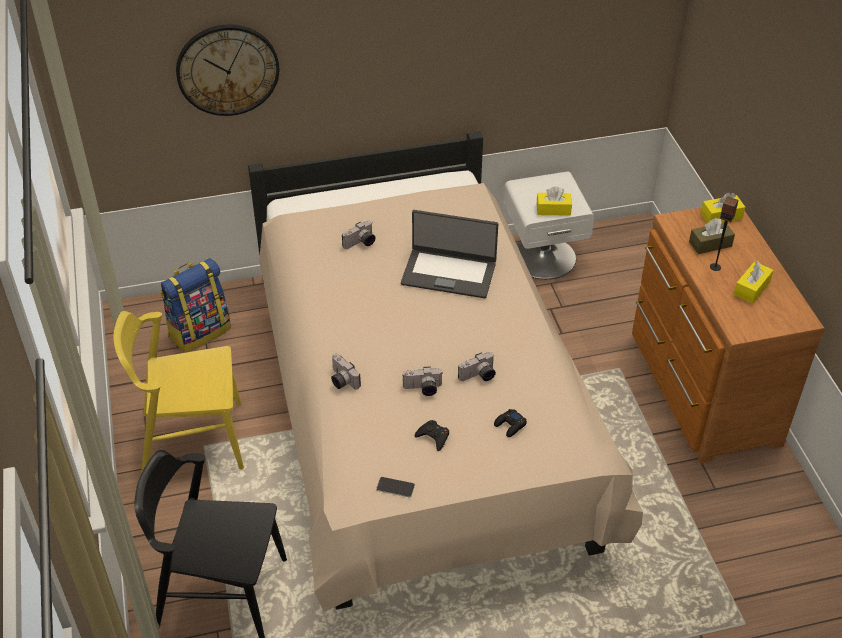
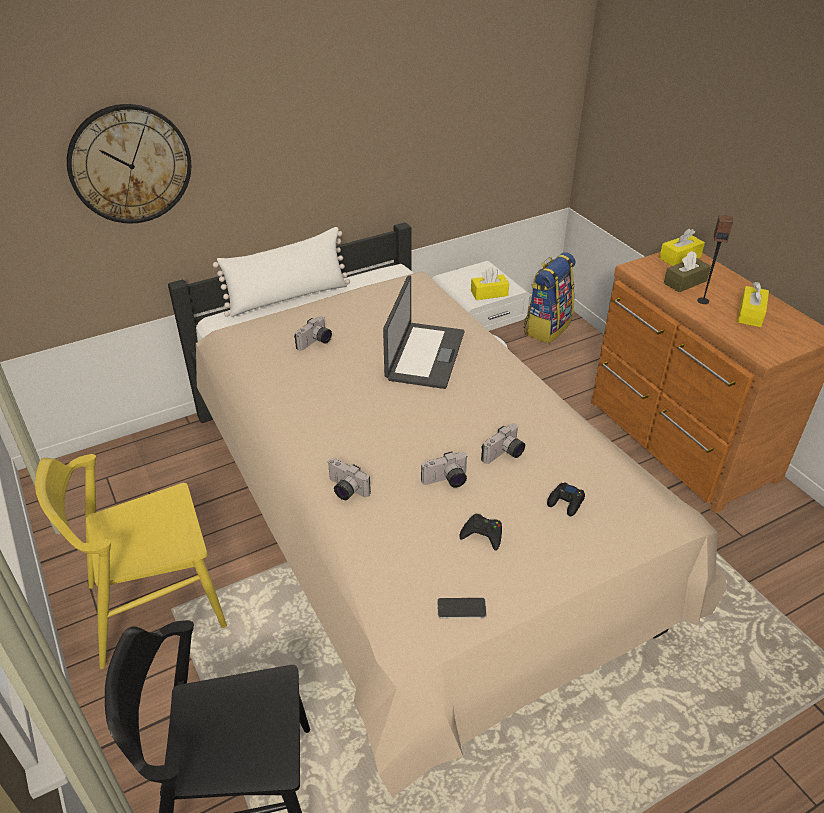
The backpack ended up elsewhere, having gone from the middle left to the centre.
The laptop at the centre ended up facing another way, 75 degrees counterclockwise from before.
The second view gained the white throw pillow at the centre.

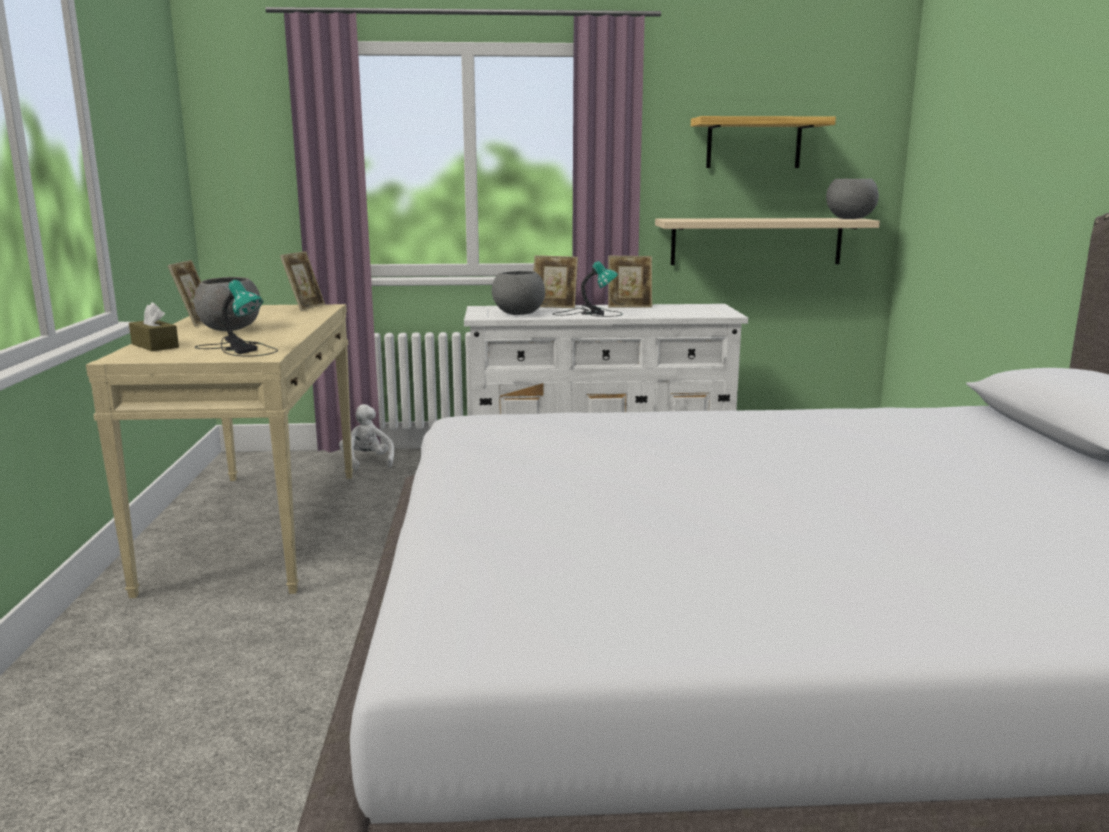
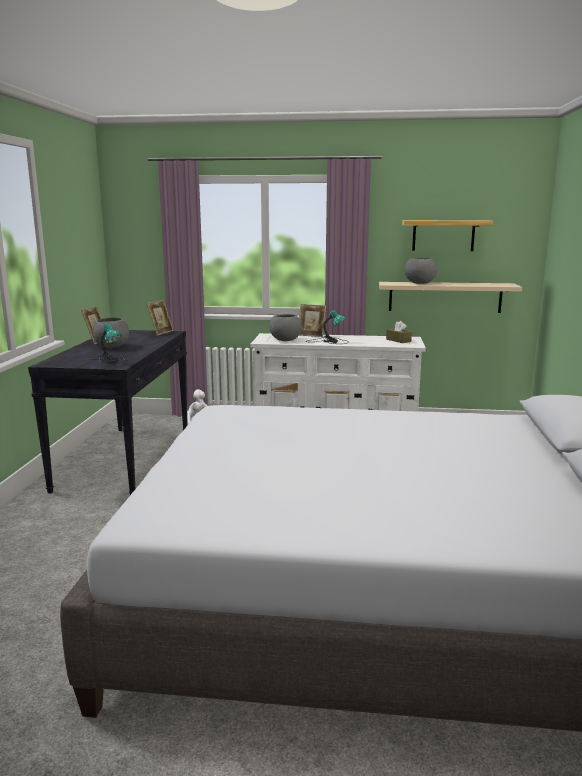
What was the beige-coloured console table at the middle left turned into the black-coloured console table at the middle left.
The brown tissue box ended up elsewhere, having gone from the middle left to the middle right.
The second view lost the standing frame (4th from left) at the centre.
The gray bowl (3rd from left) ended up elsewhere, having gone from the top right to the middle right.

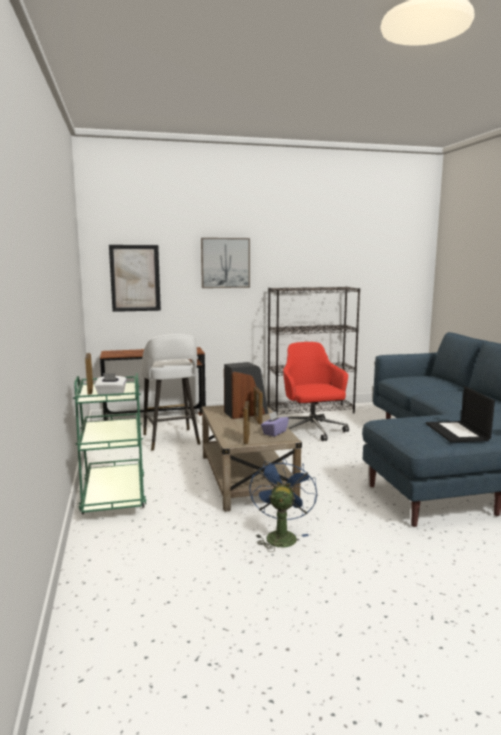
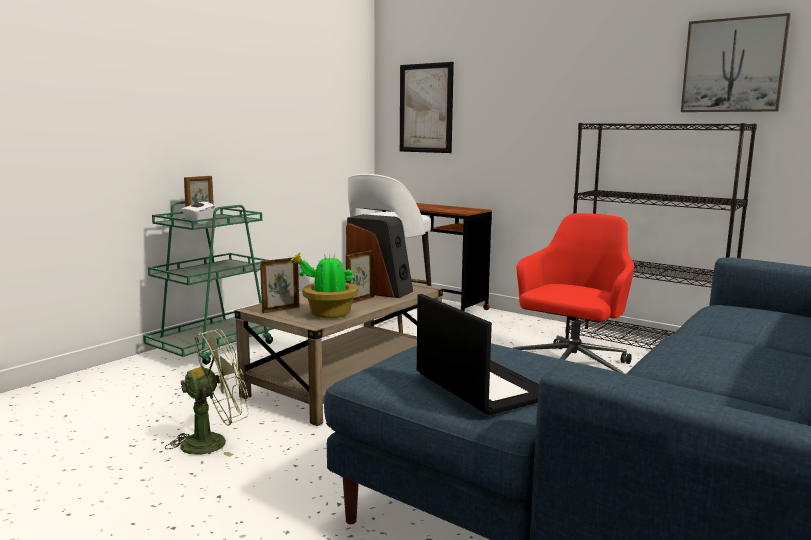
The picture (2nd from left) ended up elsewhere, having gone from the centre to the top right.
What was the blue electric fan at the bottom centre turned into the green electric fan at the bottom left.
Where the purplish tissue box stood at the centre, the houseplant came to stand at the centre.
The laptop at the middle right ended up facing another way, 105 degrees clockwise from before.

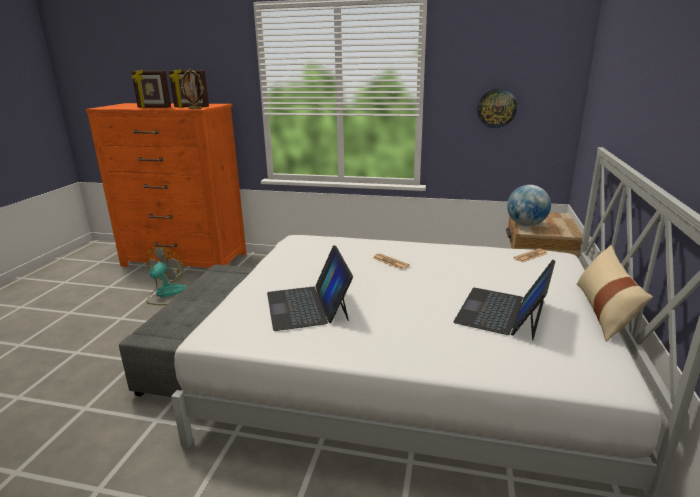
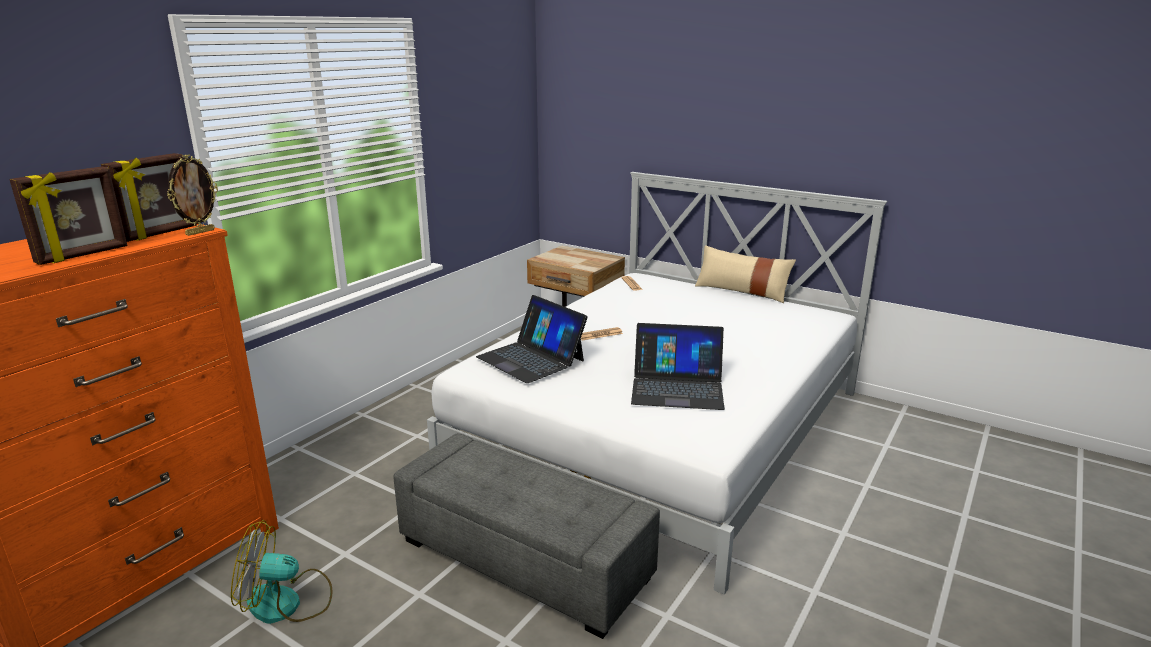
The electric fan at the middle left ended up facing another way, 45 degrees counterclockwise from before.
The laptop (2nd from left in the first image) ended up elsewhere, having gone from the middle right to the centre.
The second view lost the hanging clock at the top right.
The second view lost the globe at the middle right.

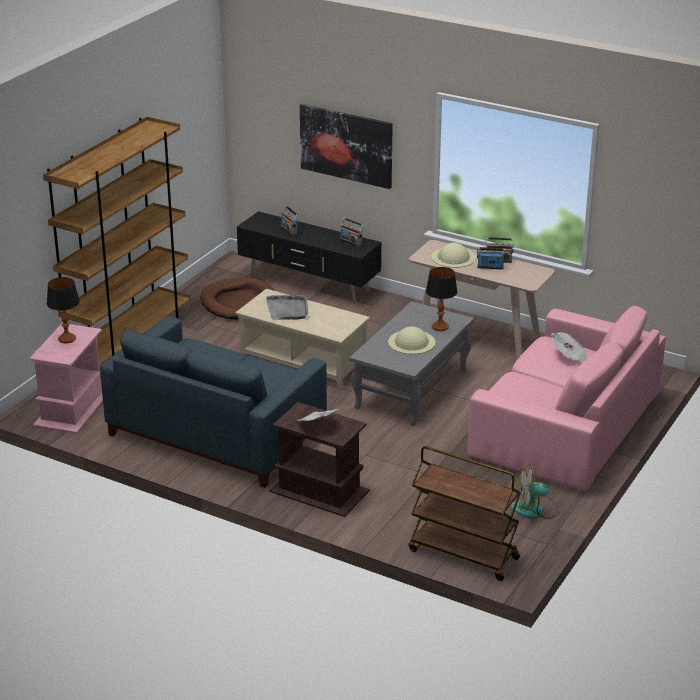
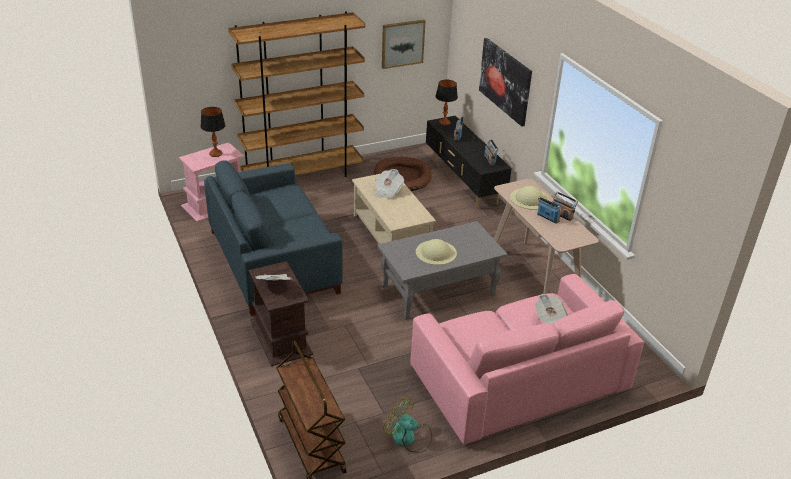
Where the gray serving tray stood at the centre, the daily paper (2nd from left) came to stand at the centre.
The lamp for a table (2nd from left) ended up elsewhere, having gone from the centre to the top centre.
The second view gained the picture (1st from left) at the top centre.

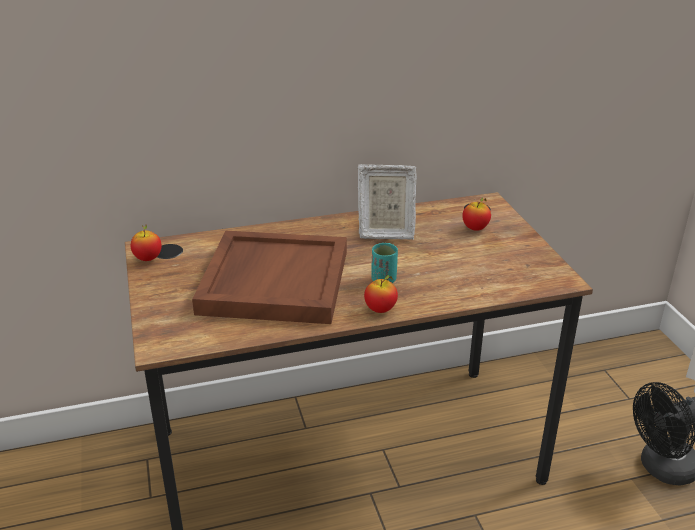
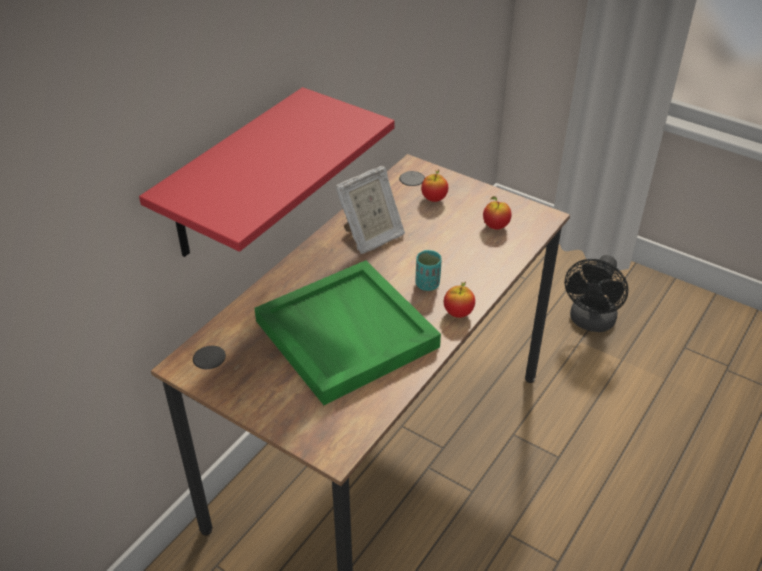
The apple (1st from left in the first image) ended up elsewhere, having gone from the middle left to the centre.
What was the brown serving tray at the centre turned into the green serving tray at the centre.
The second view gained the red wall shelf at the top centre.

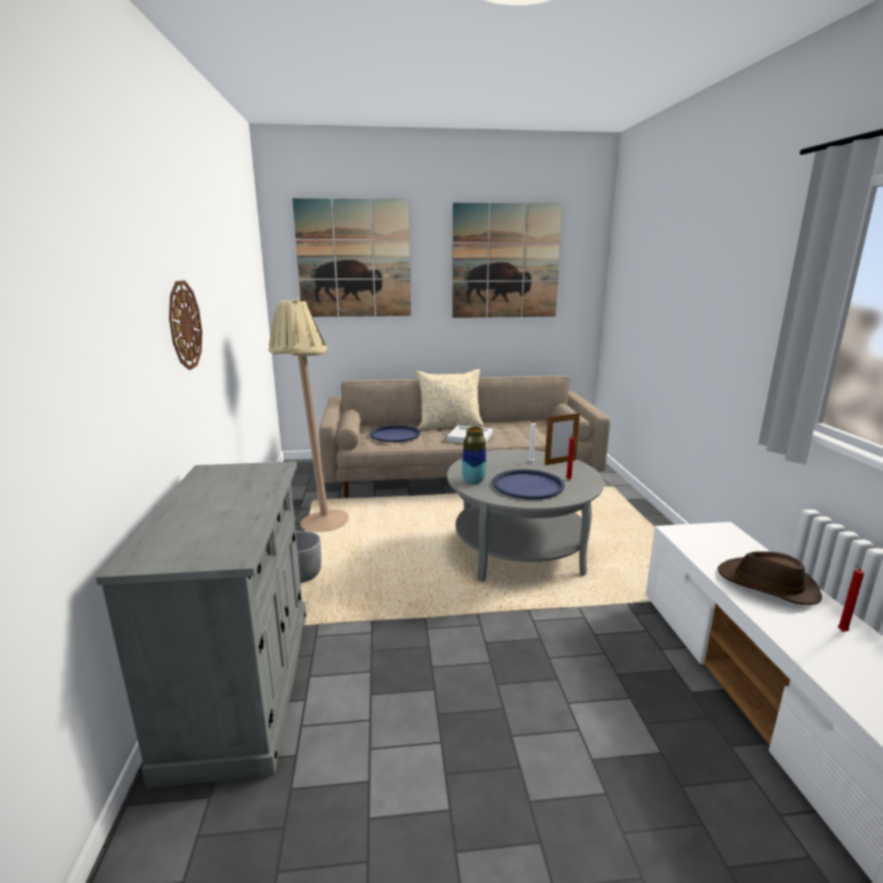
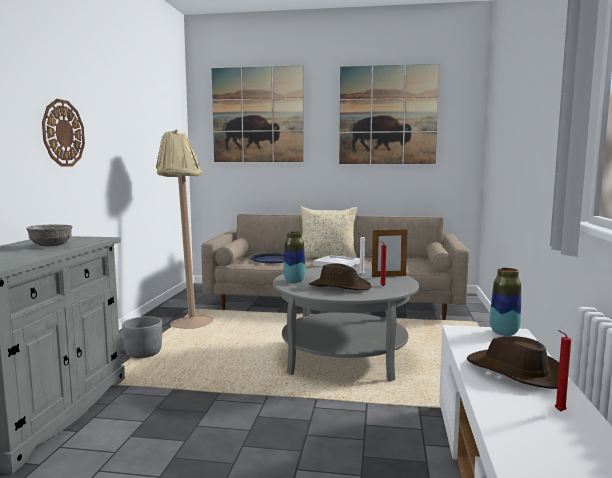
Where the blue serving tray (2nd from left) stood at the centre, the brown hat (1st from left) came to stand at the centre.
The second view gained the gray bowl at the middle left.
The second view gained the flower vase (2nd from left) at the middle right.

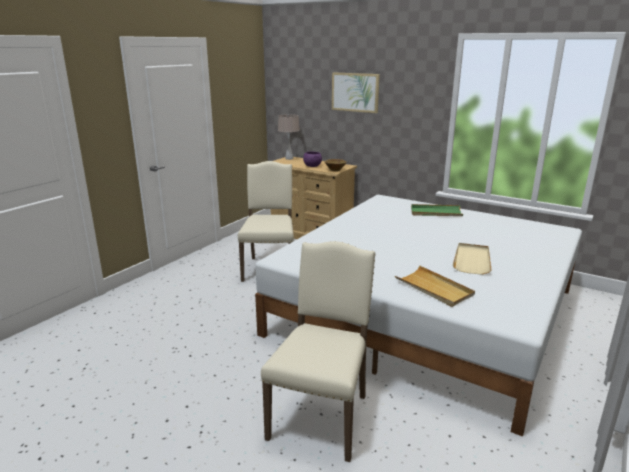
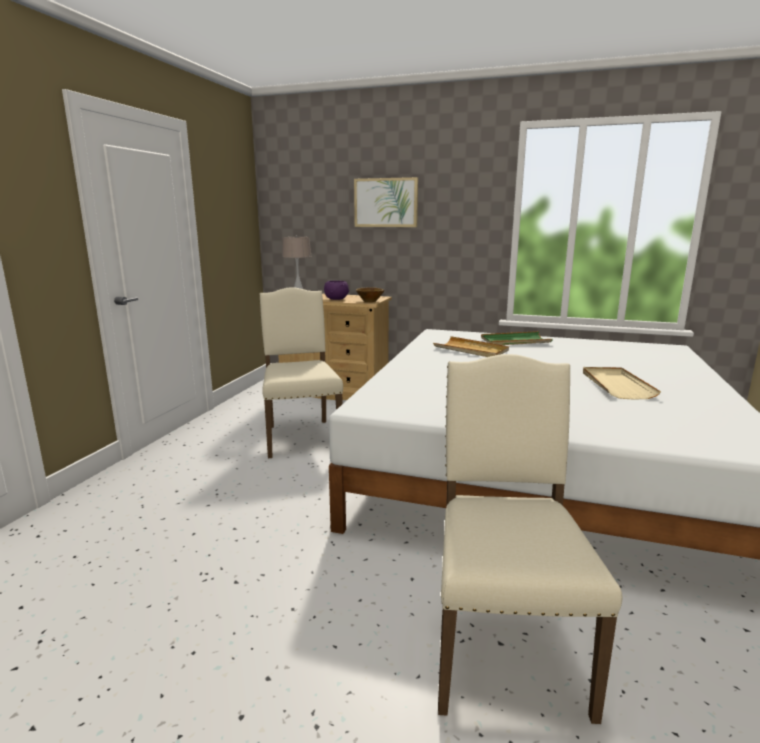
The beige-coloured serving tray (1st from left) ended up elsewhere, having gone from the middle right to the centre.

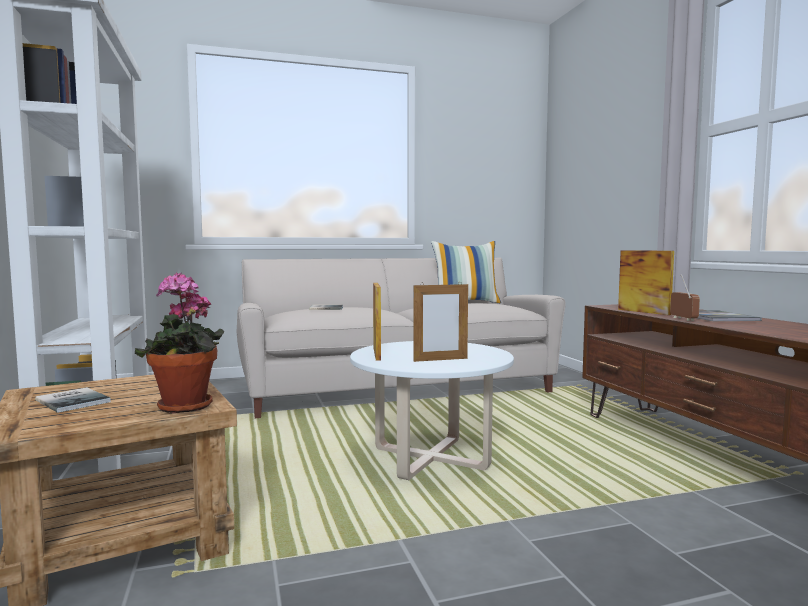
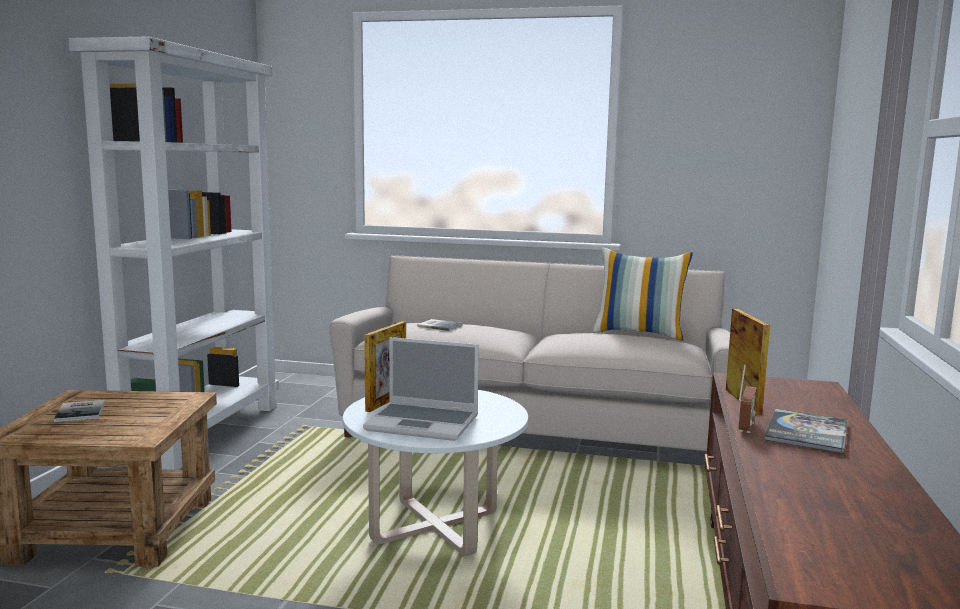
The second view lost the houseplant at the middle left.
Where the standing frame (2nd from left) stood at the centre, the laptop came to stand at the centre.

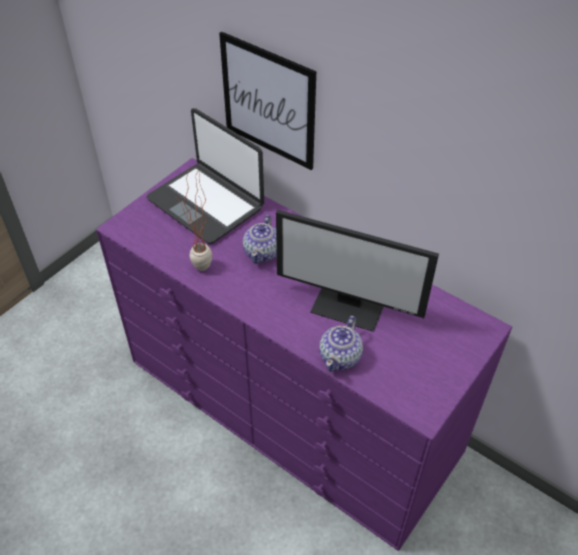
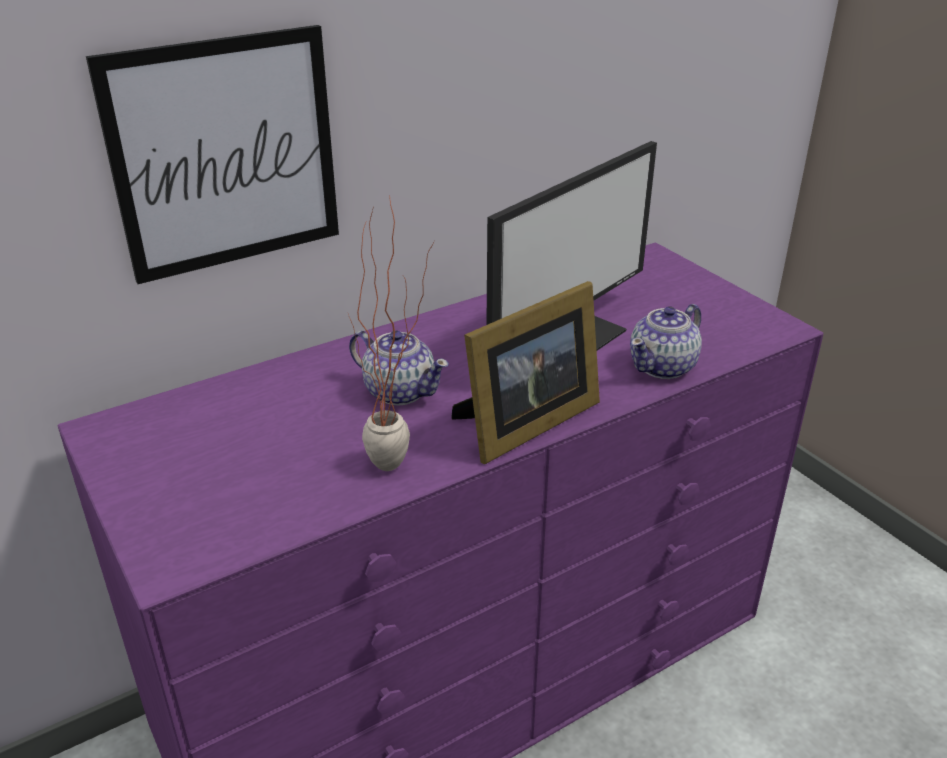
The second view lost the laptop at the top centre.
The pot for tea (2nd from left) at the centre ended up facing another way, 90 degrees clockwise from before.
The second view gained the standing frame at the centre.

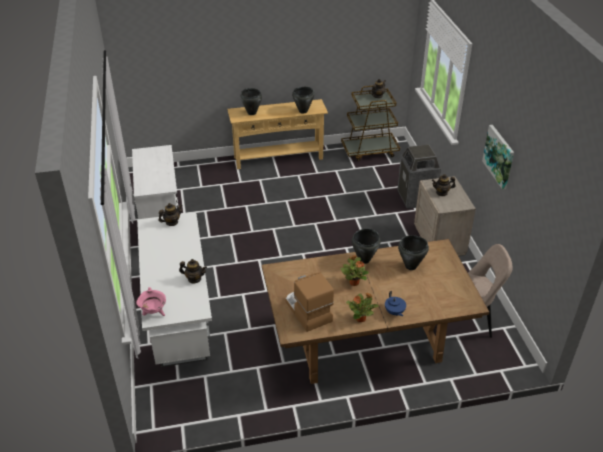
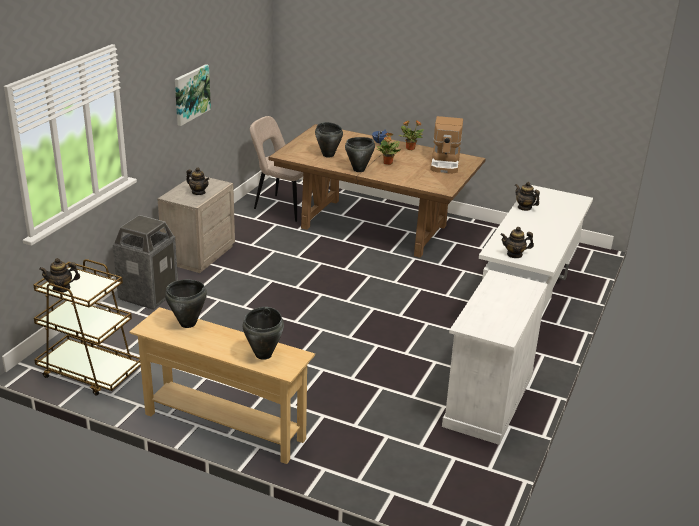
The second view lost the pink-coloured saucepot at the middle left.

